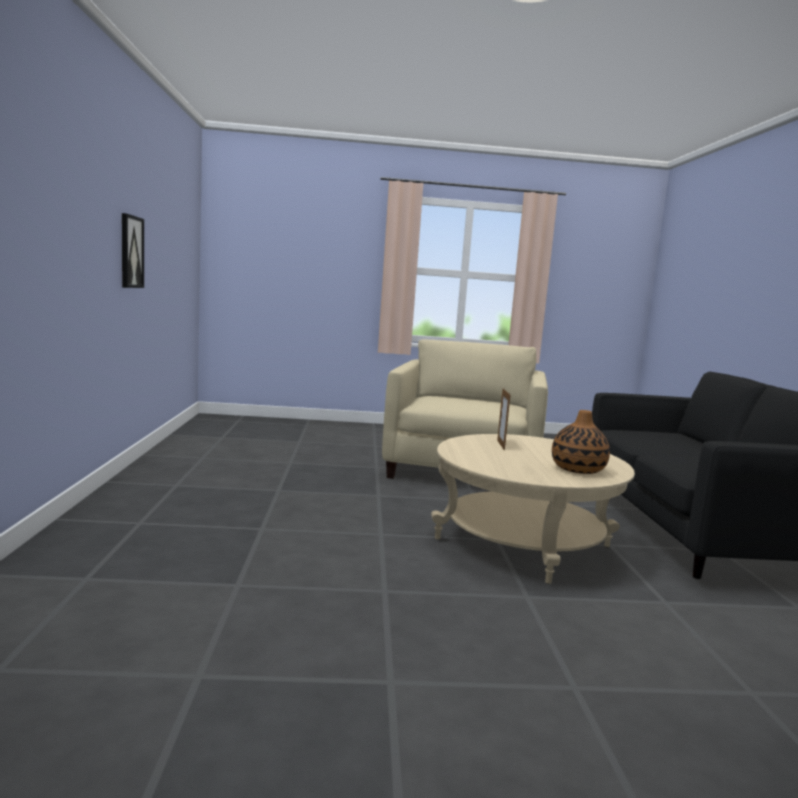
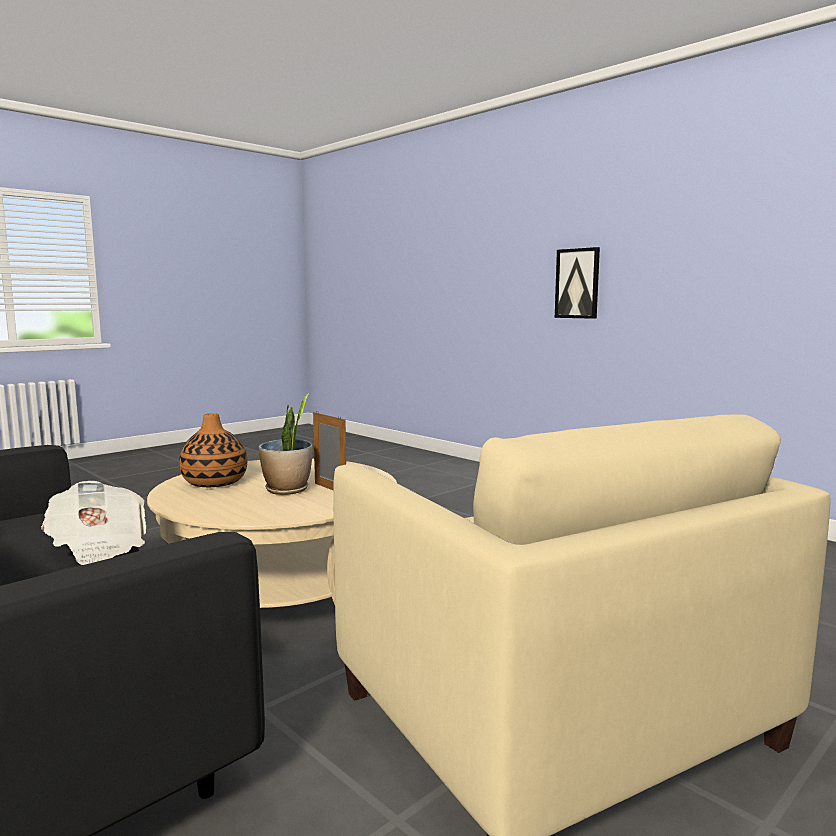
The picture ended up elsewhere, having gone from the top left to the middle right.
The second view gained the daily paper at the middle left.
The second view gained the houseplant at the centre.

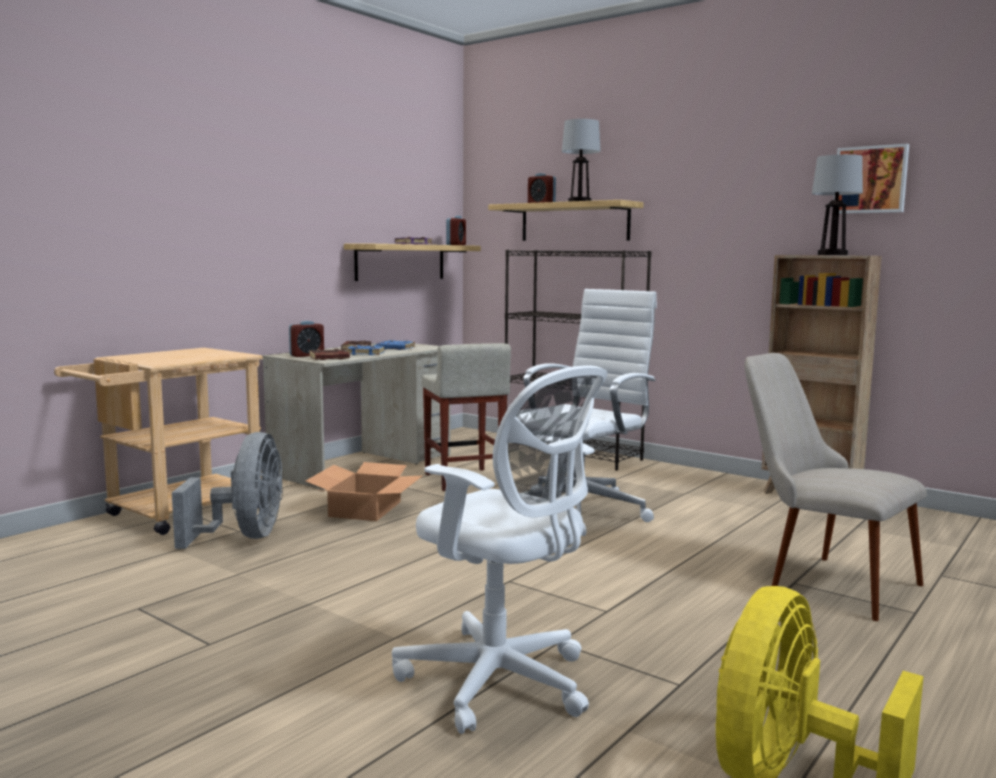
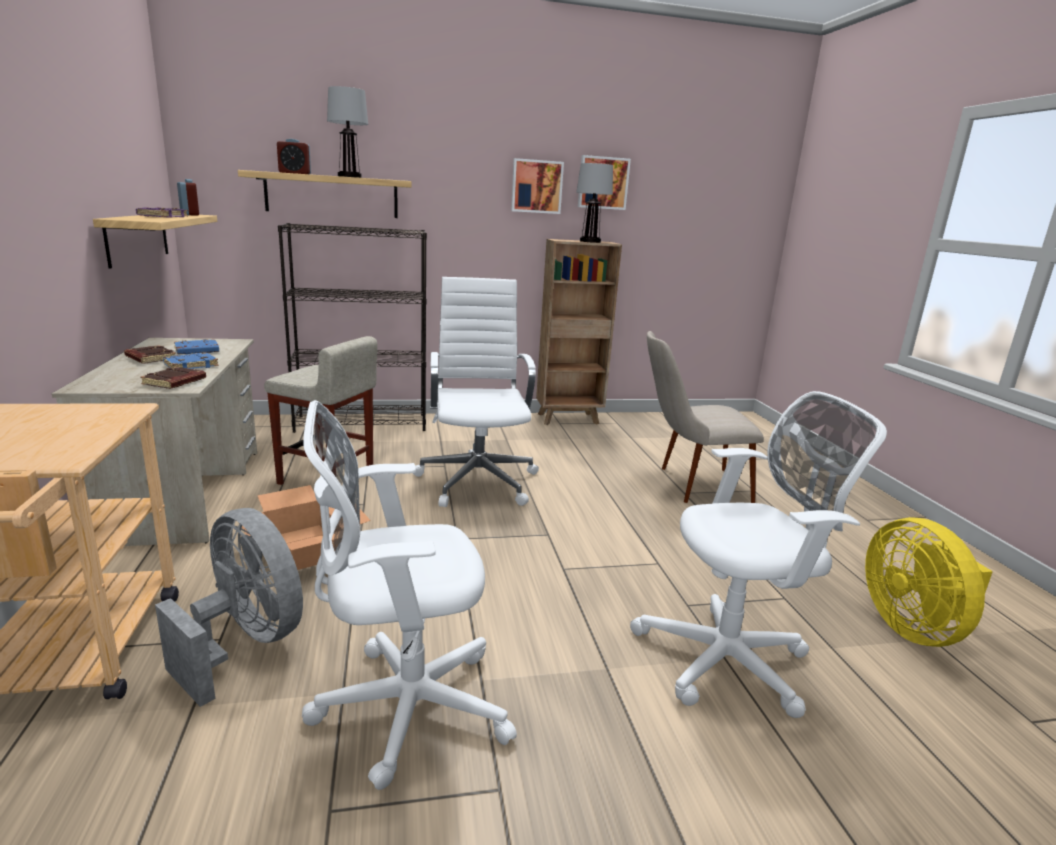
The second view lost the table clock (1st from left) at the middle left.
The second view gained the white desk chair (1st from left) at the bottom centre.
The second view gained the picture (1st from left) at the top centre.

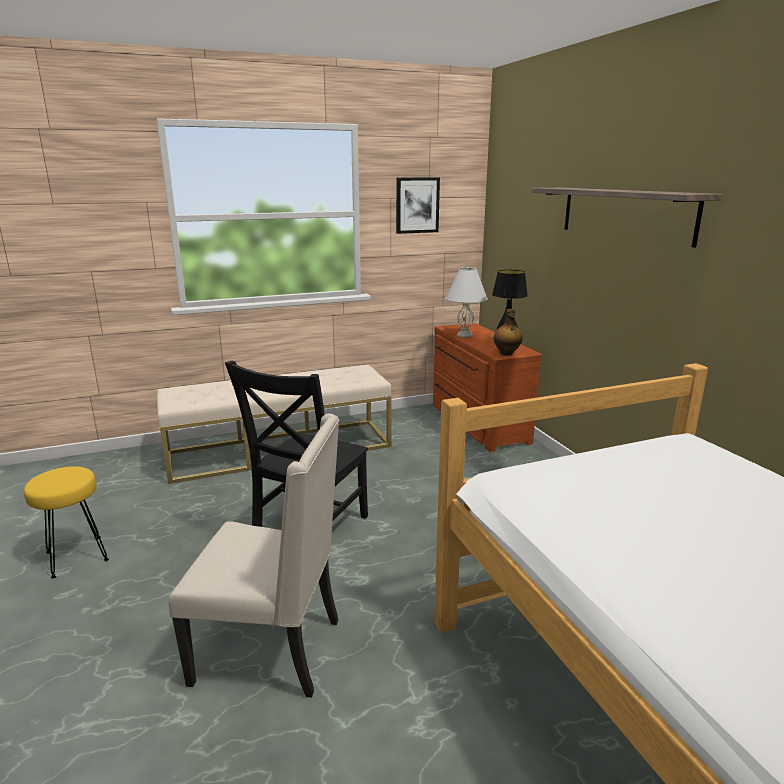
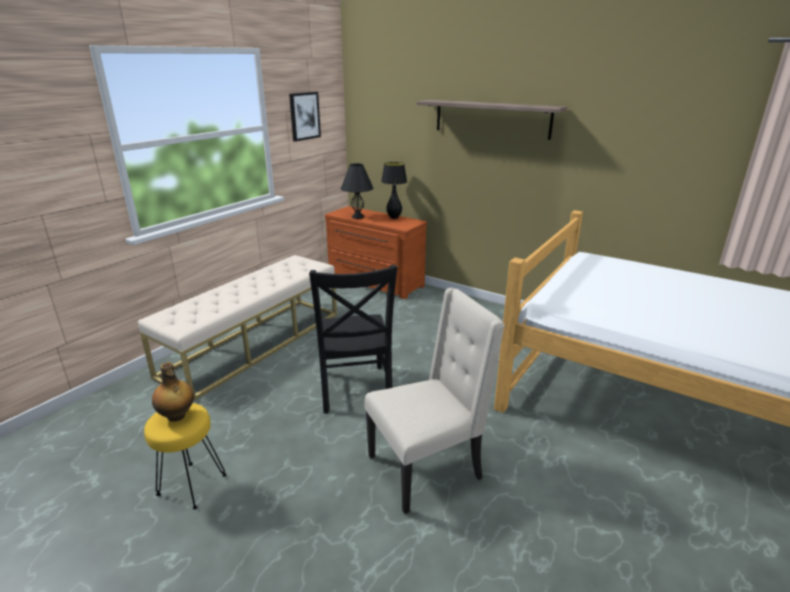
What was the white lamp for a table at the centre turned into the black-coloured lamp for a table (1st from left) at the top centre.
The beverage bottle ended up elsewhere, having gone from the centre to the middle left.

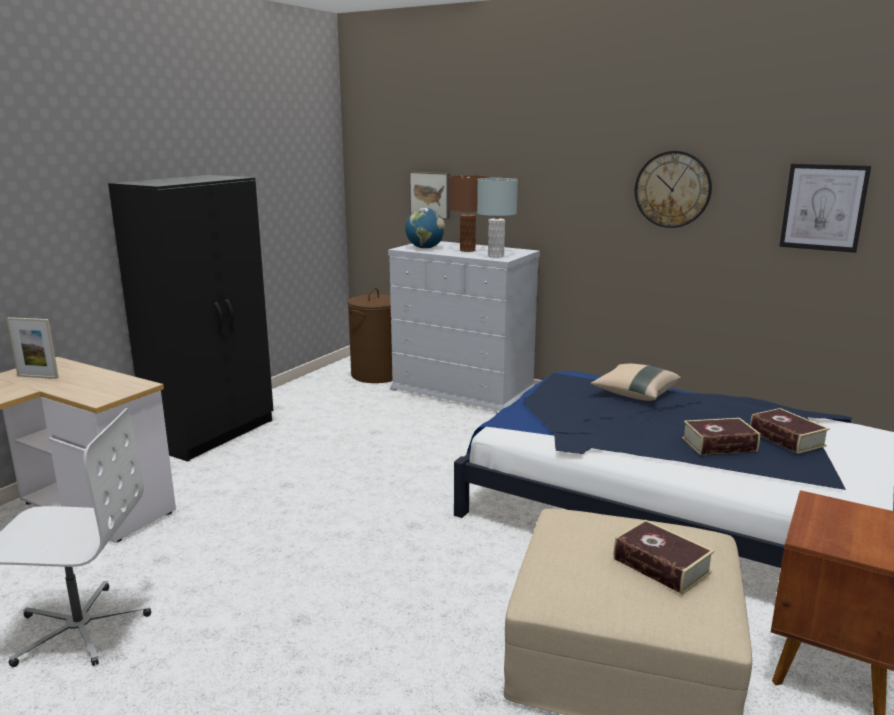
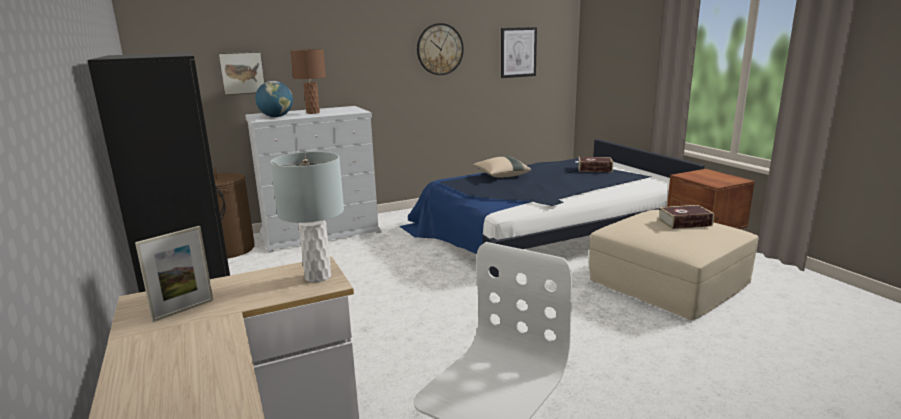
The gray lamp for a table ended up elsewhere, having gone from the top centre to the centre.
The second view lost the bound book (2nd from left) at the middle right.

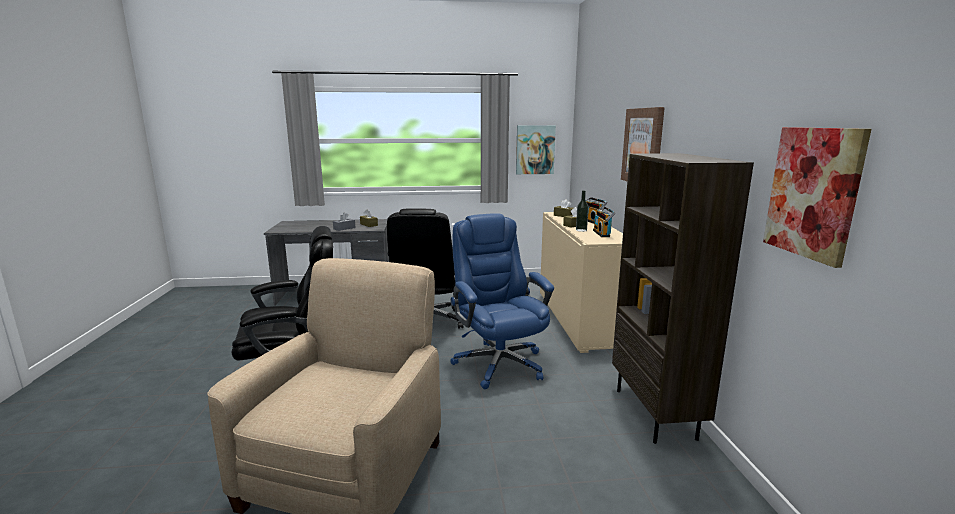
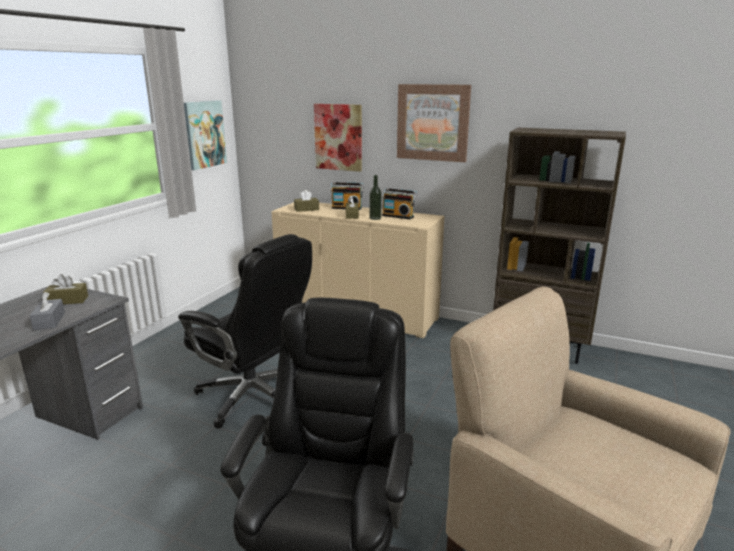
The second view lost the blue desk chair at the centre.
The picture (3rd from left in the first image) ended up elsewhere, having gone from the middle right to the top centre.

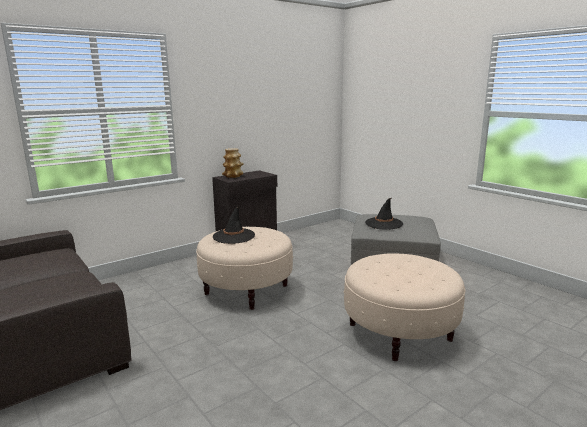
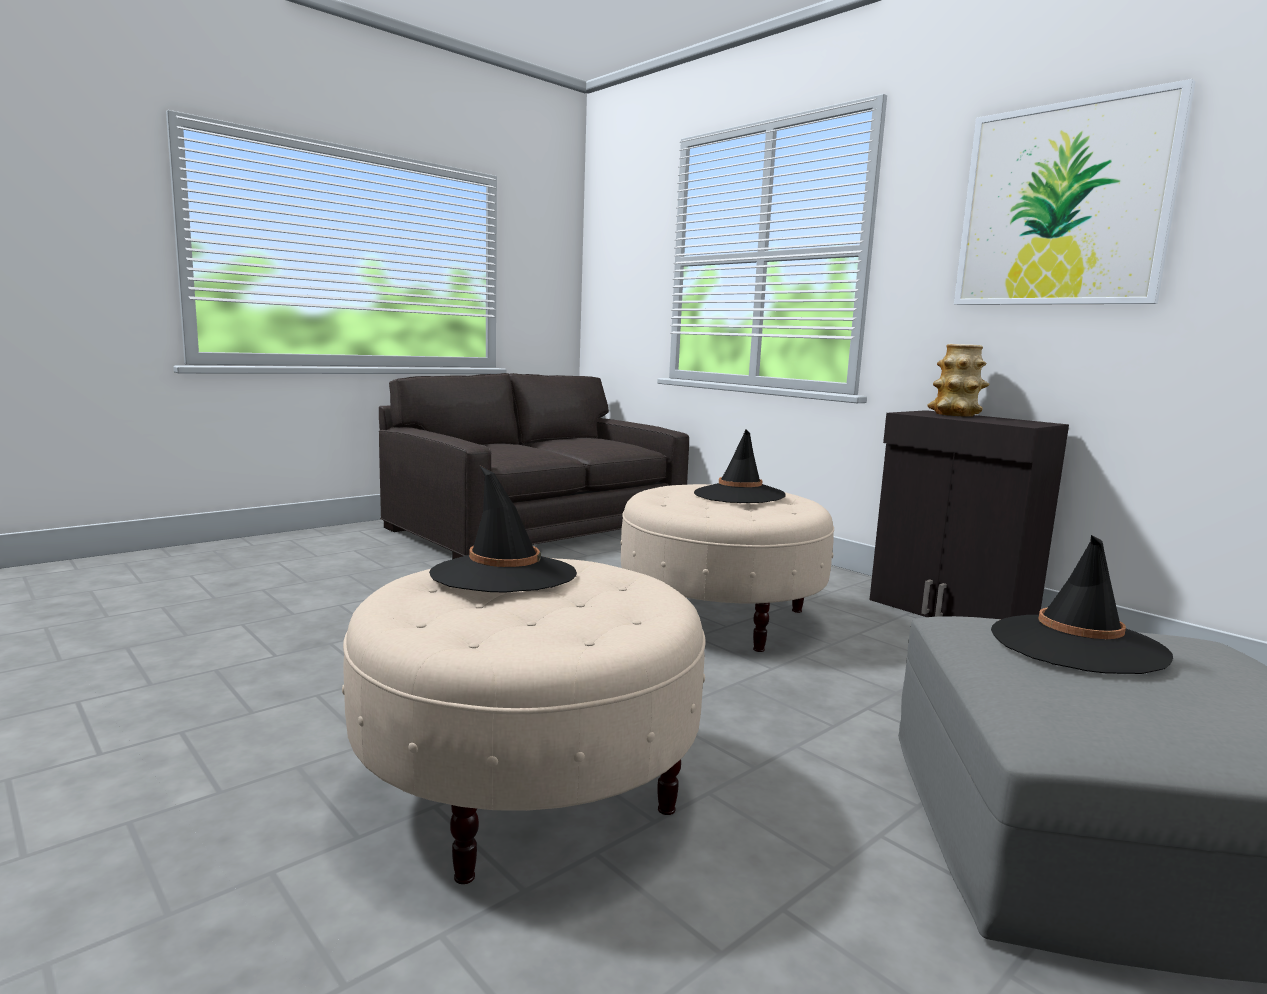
The second view gained the black-coloured hat (1st from left) at the centre.
The second view gained the picture at the top right.

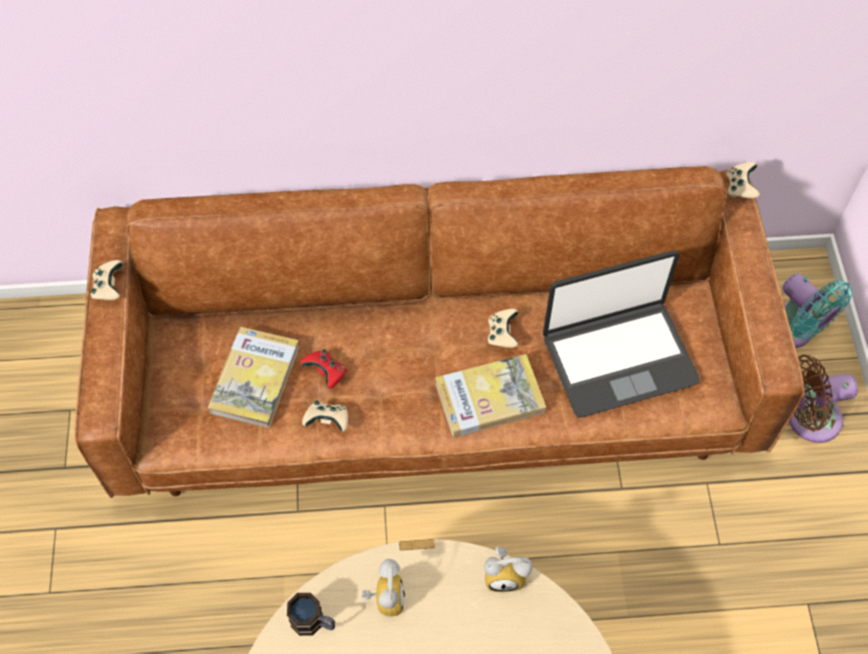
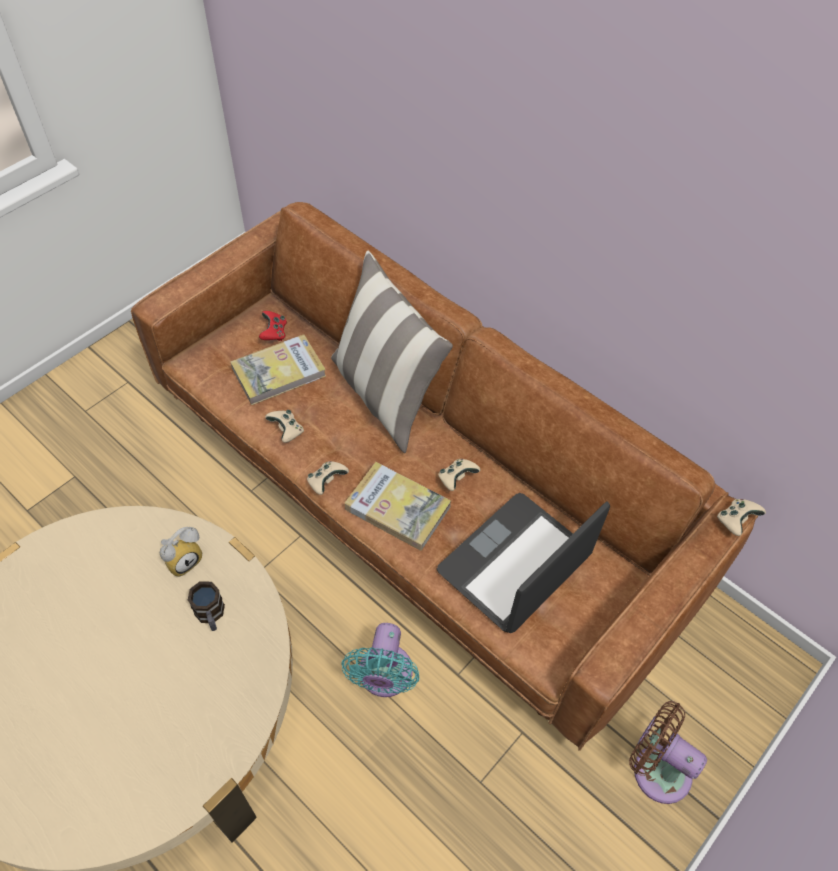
The beige-coloured game controller (1st from left in the first image) ended up elsewhere, having gone from the middle left to the centre.
The mug ended up elsewhere, having gone from the bottom centre to the bottom left.
The red game controller ended up elsewhere, having gone from the centre to the middle left.
The second view lost the table clock (2nd from left) at the bottom centre.
The laptop at the middle right ended up facing another way, 105 degrees clockwise from before.
The blue-green electric fan ended up elsewhere, having gone from the middle right to the bottom centre.
The second view gained the throw pillow at the centre.

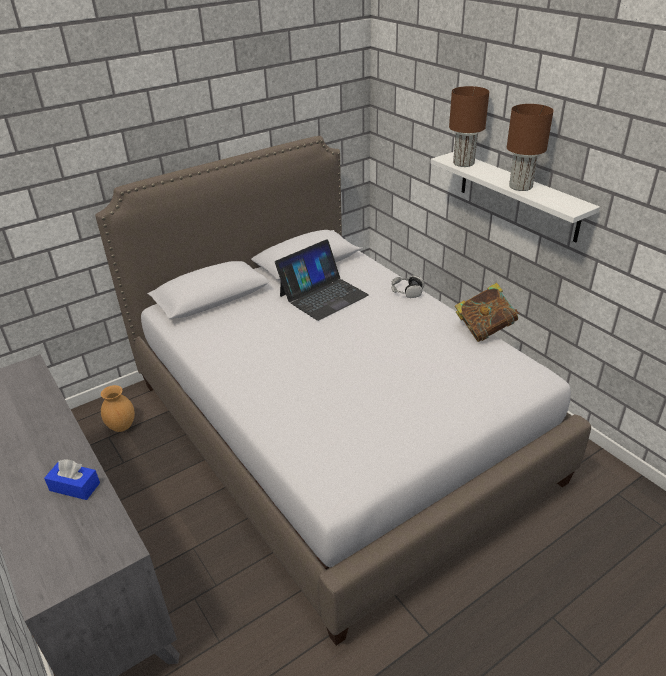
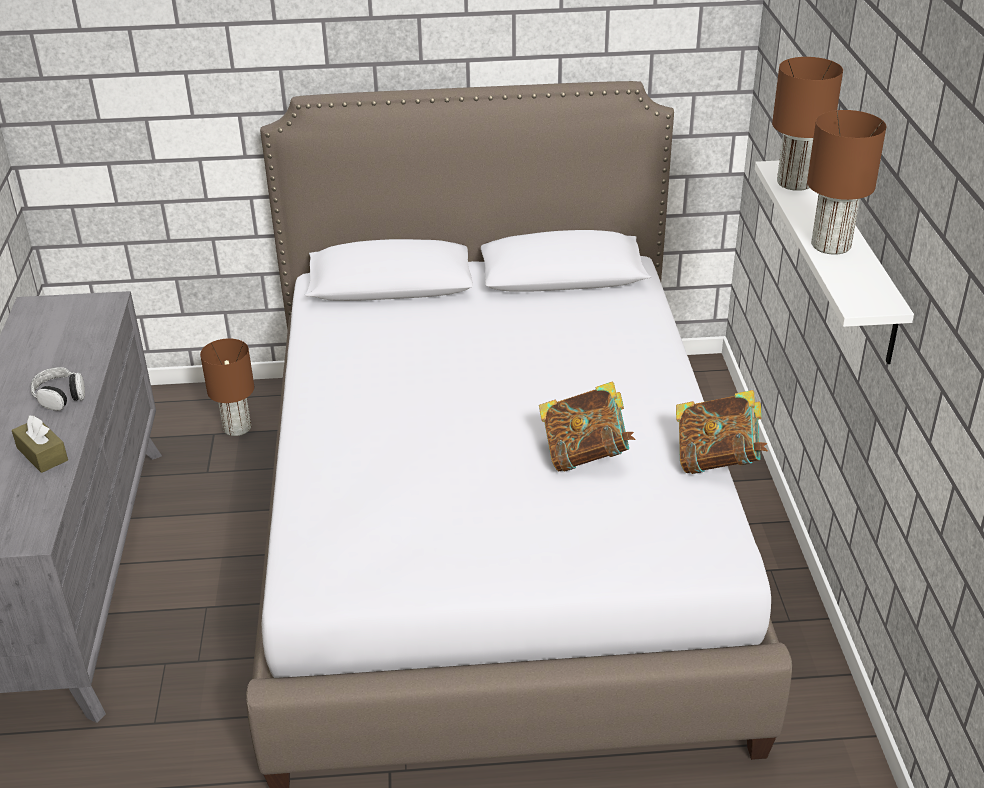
What was the blue tissue box at the bottom left turned into the brown tissue box at the middle left.
Where the brown flower vase stood at the middle left, the brown lamp for a table (1st from left) came to stand at the middle left.
The second view lost the laptop at the centre.
The headset ended up elsewhere, having gone from the centre to the middle left.
The second view gained the bound book (1st from left) at the centre.

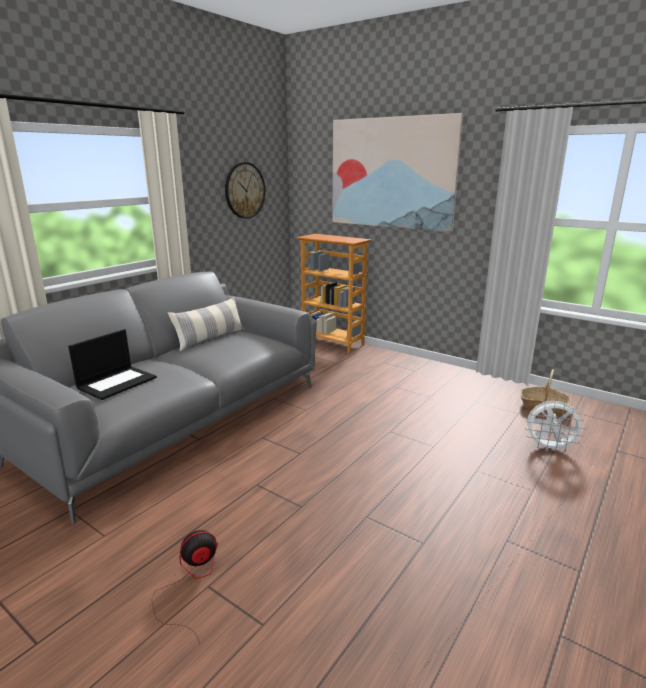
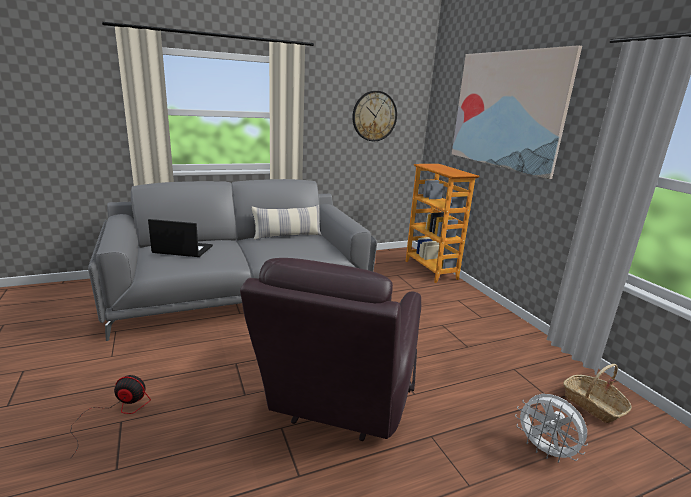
The laptop at the middle left ended up facing another way, 150 degrees counterclockwise from before.
The second view gained the brown lounge chair at the bottom centre.

